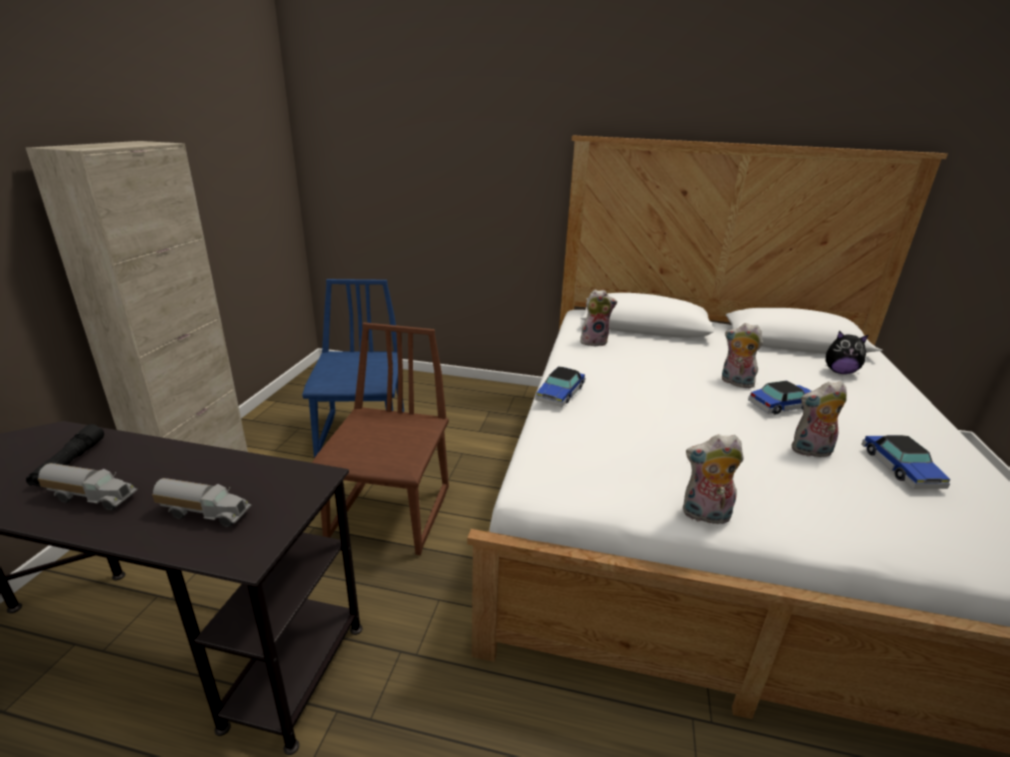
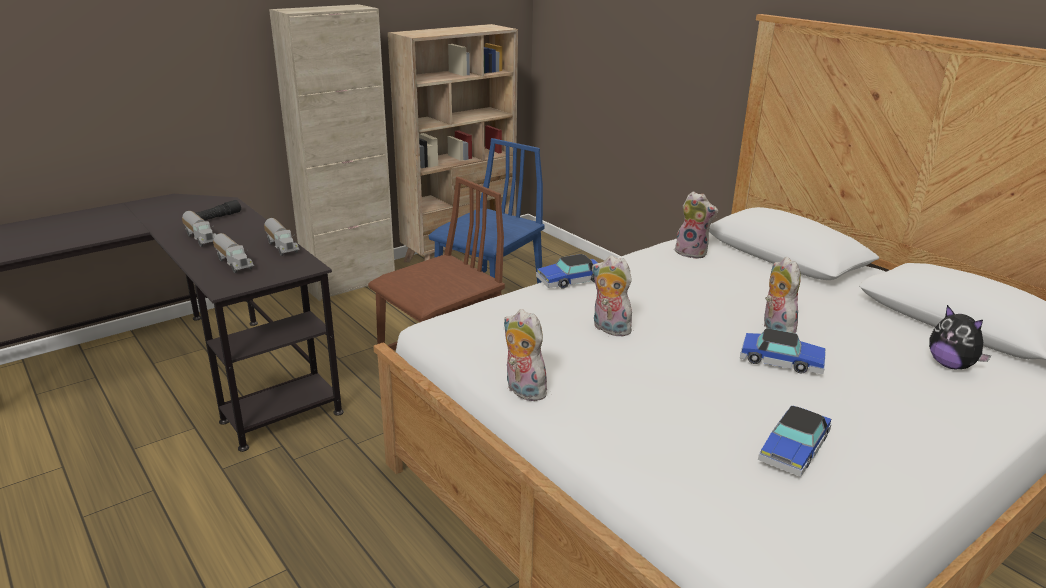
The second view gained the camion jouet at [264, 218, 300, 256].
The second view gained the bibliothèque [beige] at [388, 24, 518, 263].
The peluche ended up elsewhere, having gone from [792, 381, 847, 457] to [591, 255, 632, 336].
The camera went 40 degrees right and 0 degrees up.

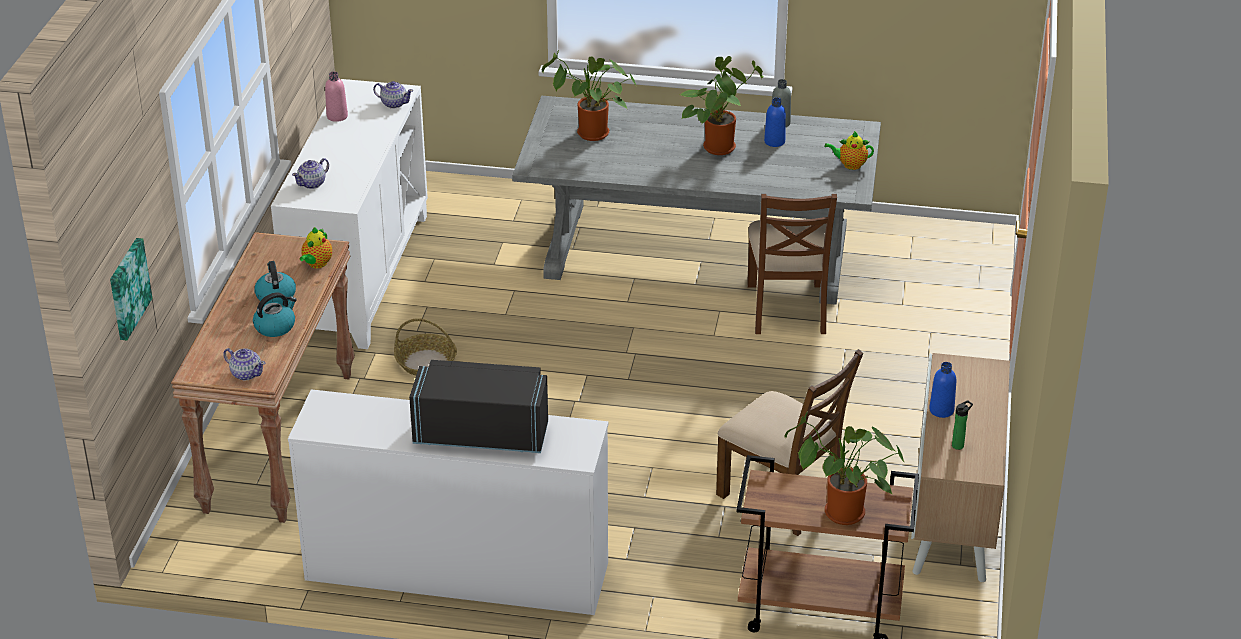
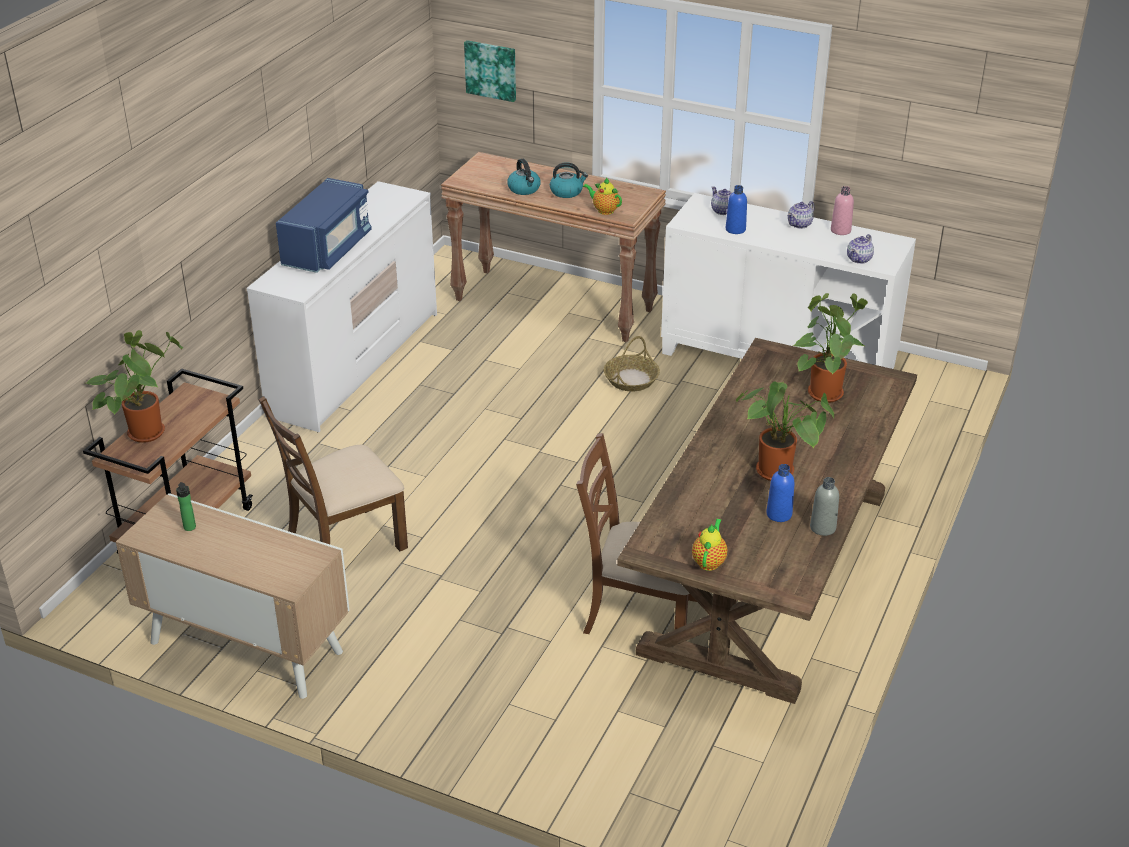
The théière ended up elsewhere, having gone from [223, 348, 265, 380] to [788, 201, 815, 229].
The bouteille [bleu] ended up elsewhere, having gone from [929, 362, 956, 418] to [726, 185, 747, 234].
What was the micro-ondes [noir] at [409, 360, 548, 453] turned into the micro-ondes [bleu] at [276, 178, 372, 273].
What was the table à manger [gris] at [512, 96, 881, 305] turned into the table à manger [marron] at [617, 338, 917, 704].
The camera went 105 degrees right and 0 degrees up.

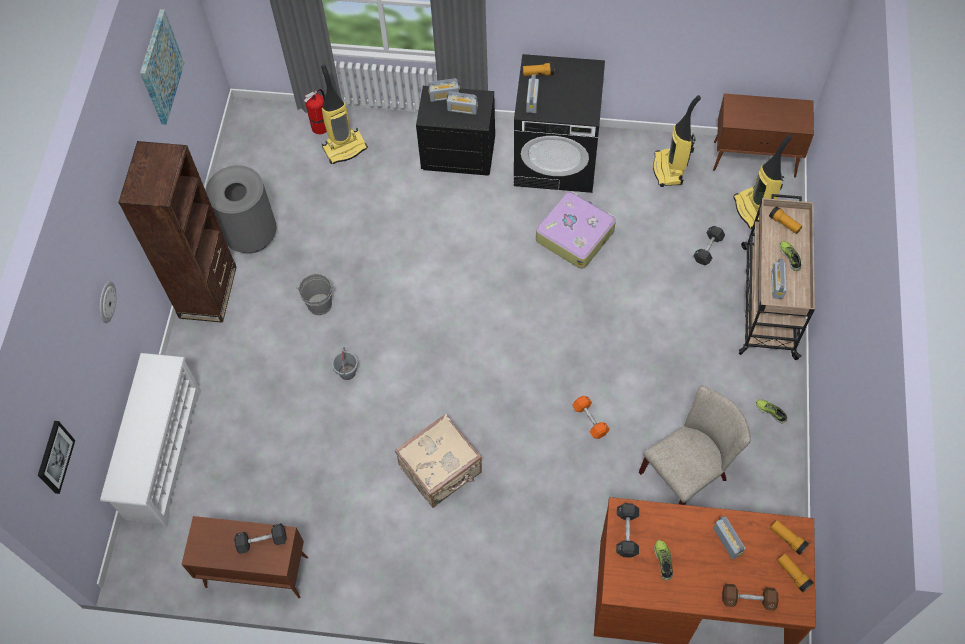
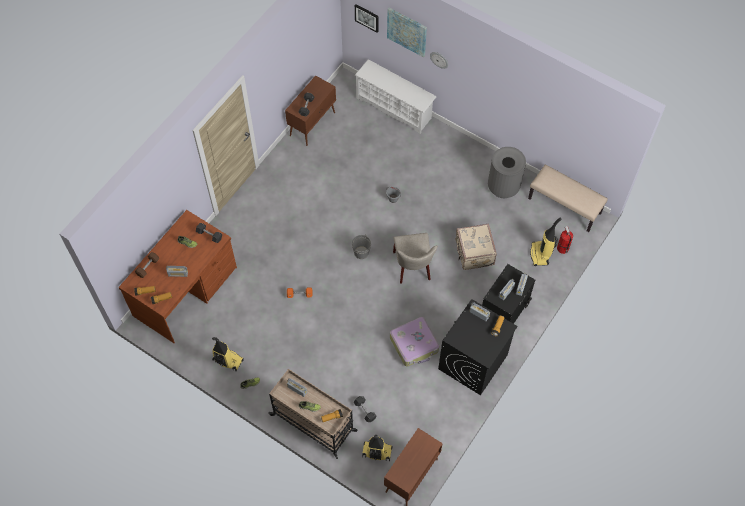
The second view lost the bibliothèque [marron] at [118, 141, 236, 323].
The second view gained the banc [beige] at [528, 165, 608, 232].
The tableau ended up elsewhere, having gone from [140, 9, 184, 125] to [387, 8, 427, 57].
The seau [gris] ended up elsewhere, having gone from [296, 273, 334, 315] to [352, 234, 371, 259].
The valise [beige] ended up elsewhere, having gone from [395, 414, 482, 508] to [456, 223, 497, 270].
The chaise [beige] ended up elsewhere, having gone from [639, 386, 751, 505] to [393, 233, 438, 284].
The aspirateur ended up elsewhere, having gone from [653, 95, 701, 187] to [212, 337, 244, 371].
The camera went 115 degrees right and 0 degrees up.

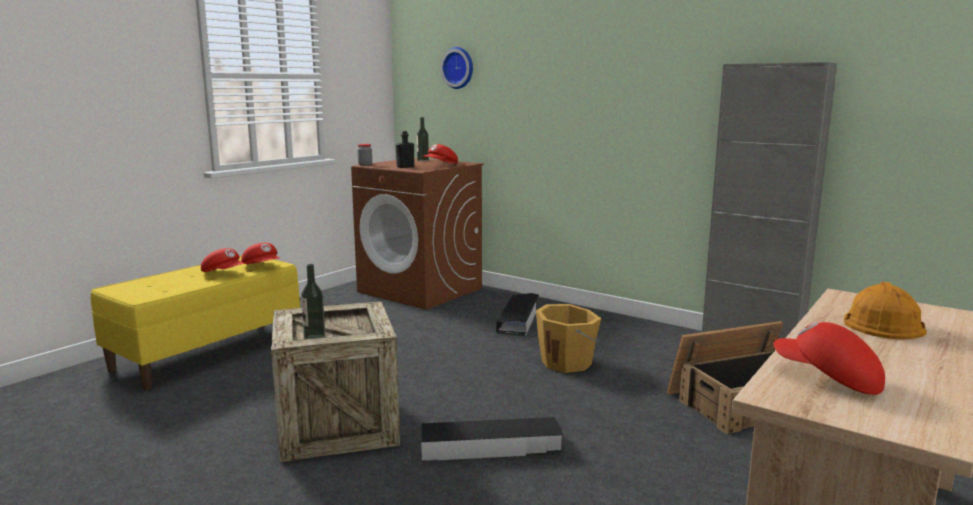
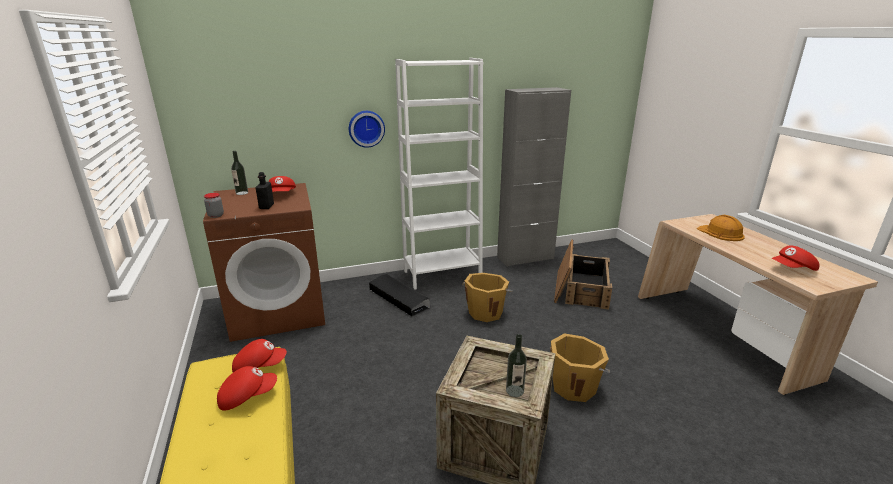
The second view gained the bibliothèque [blanc] at [395, 58, 484, 290].
The horloge murale ended up elsewhere, having gone from [440, 47, 473, 89] to [349, 111, 385, 148].
Where the boîte de rangement [noir] stood at [421, 417, 563, 461], the seau [orange] came to stand at [550, 333, 610, 402].
The camera went 55 degrees left and 10 degrees up.

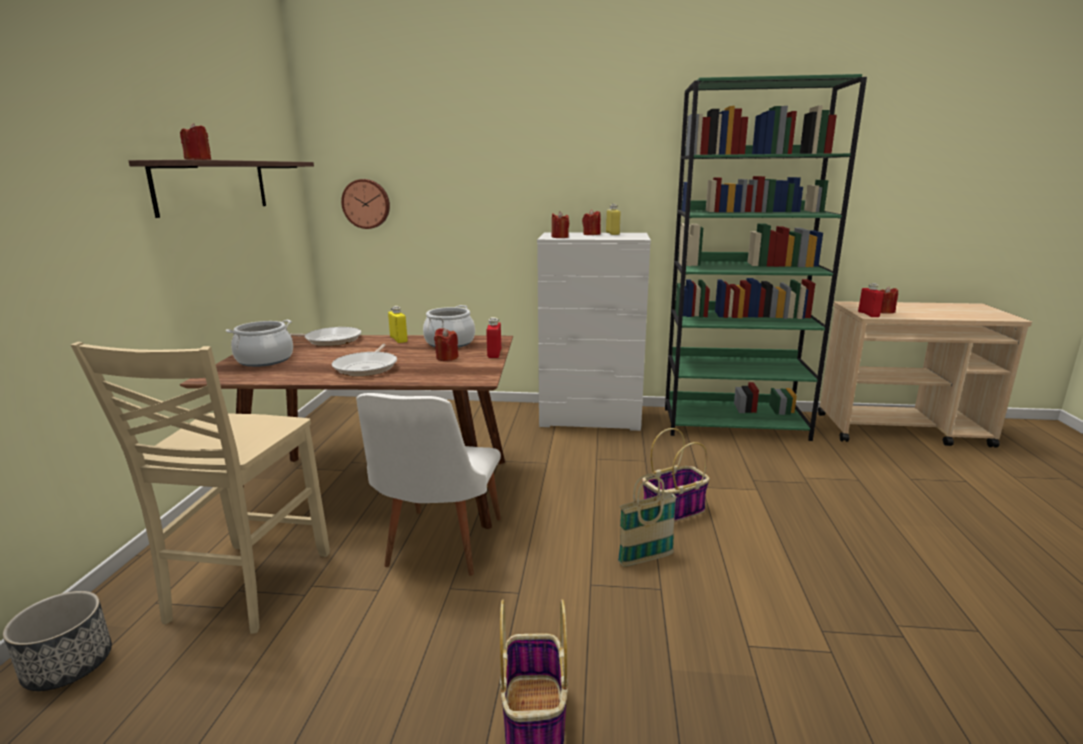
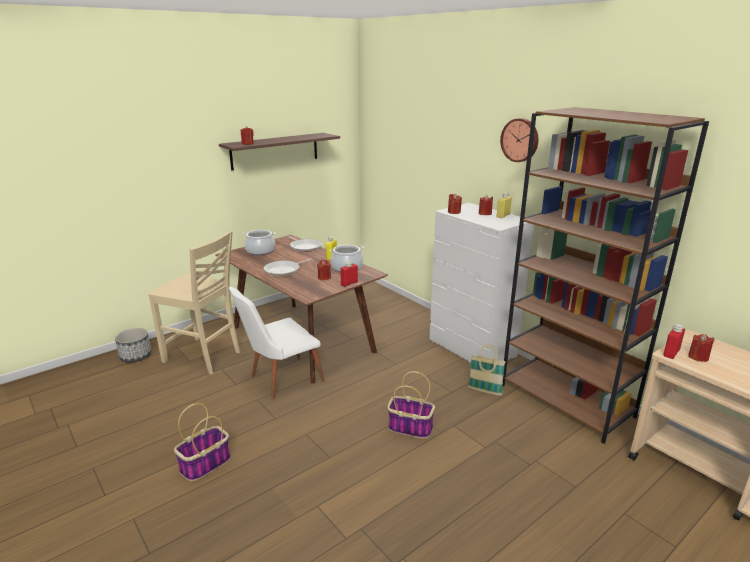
The horloge murale ended up elsewhere, having gone from [341, 179, 390, 229] to [500, 118, 538, 162].
The panier ended up elsewhere, having gone from [618, 473, 677, 567] to [468, 344, 505, 396].
What was the bibliothèque [vert] at [665, 74, 867, 441] turned into the bibliothèque [marron] at [503, 107, 709, 444].
The chaise [beige] at [71, 342, 330, 634] ended up facing another way, 120 degrees counterclockwise from before.
The camera went 45 degrees right and 5 degrees up.

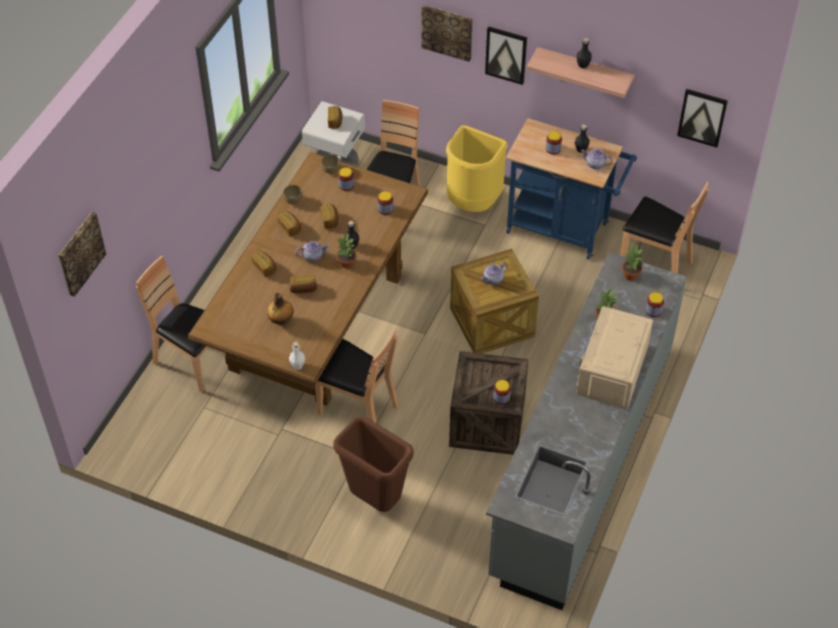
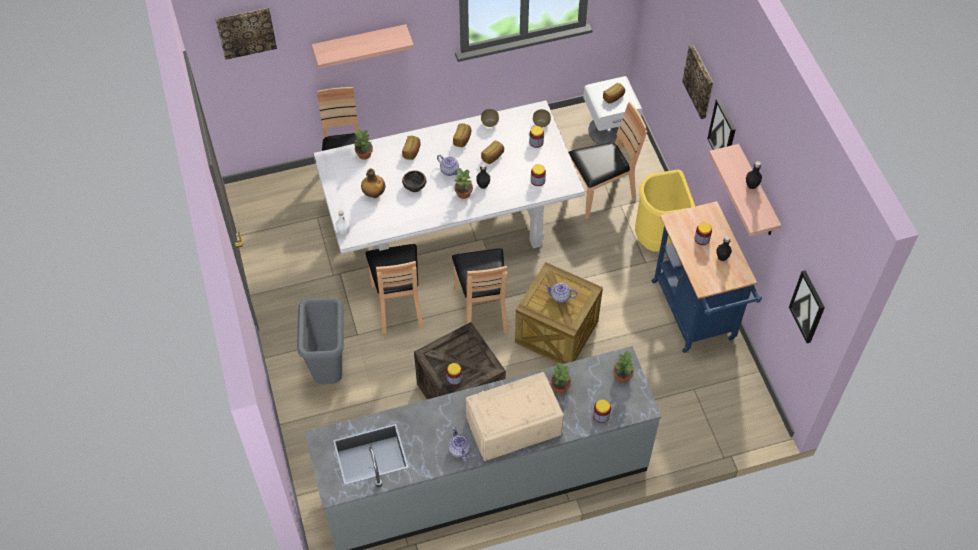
The second view gained the étagère at [312, 24, 414, 69].
The second view gained the plante en pot at [355, 129, 373, 160].
The théière ended up elsewhere, having gone from [581, 149, 613, 169] to [448, 427, 471, 462].
The chaise [marron] ended up elsewhere, having gone from [620, 182, 709, 274] to [452, 248, 508, 333].
Where the pain stood at [290, 275, 317, 293], the bol came to stand at [402, 171, 427, 192].
What was the table à manger [marron] at [188, 152, 428, 406] turned into the table à manger [blanc] at [313, 100, 585, 254].
What was the poubelle [marron] at [333, 416, 414, 512] turned into the poubelle [gris] at [297, 298, 344, 384].
The camera went 50 degrees right and 5 degrees up.

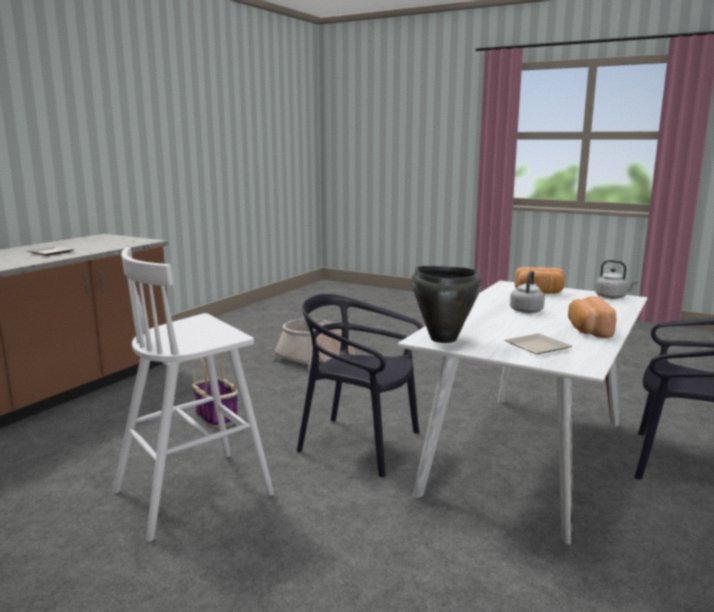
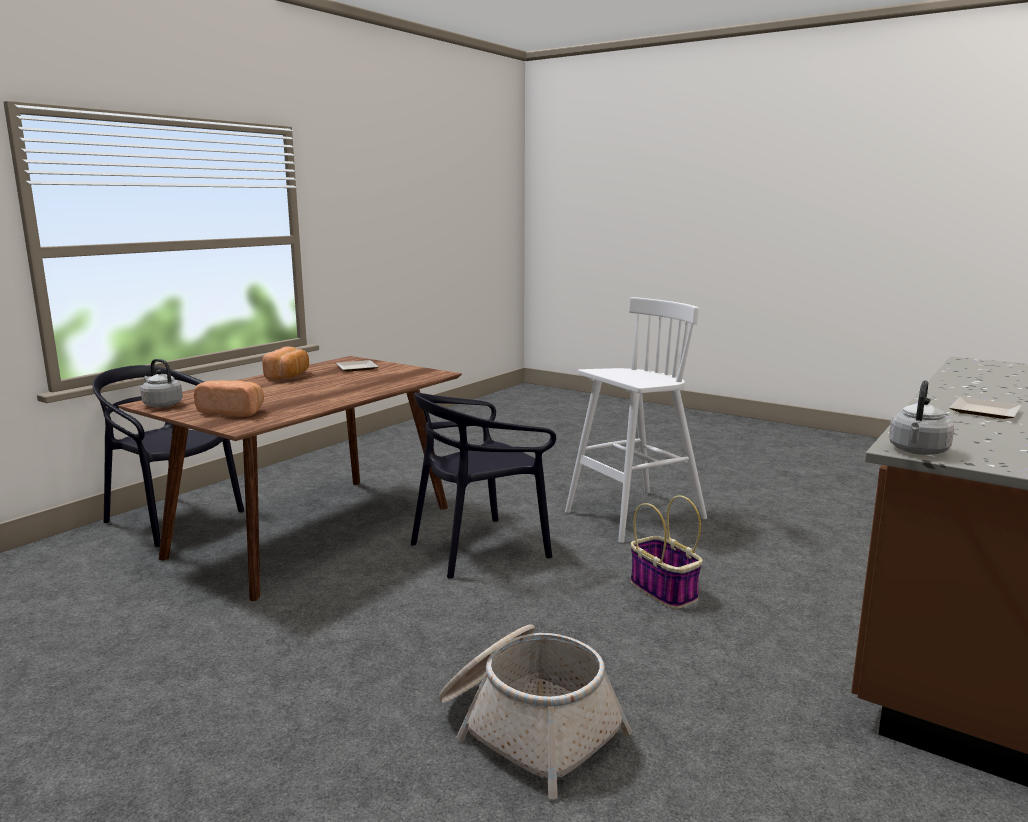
The second view lost the marmite [noir] at [411, 266, 481, 343].
The bouilloire [gris] ended up elsewhere, having gone from [510, 270, 545, 313] to [889, 380, 954, 455].
What was the table à manger [blanc] at [397, 281, 648, 544] turned into the table à manger [marron] at [118, 356, 462, 601].
The chaise [noir] at [297, 294, 423, 477] ended up facing another way, 120 degrees clockwise from before.
The camera went 175 degrees left and 0 degrees up.

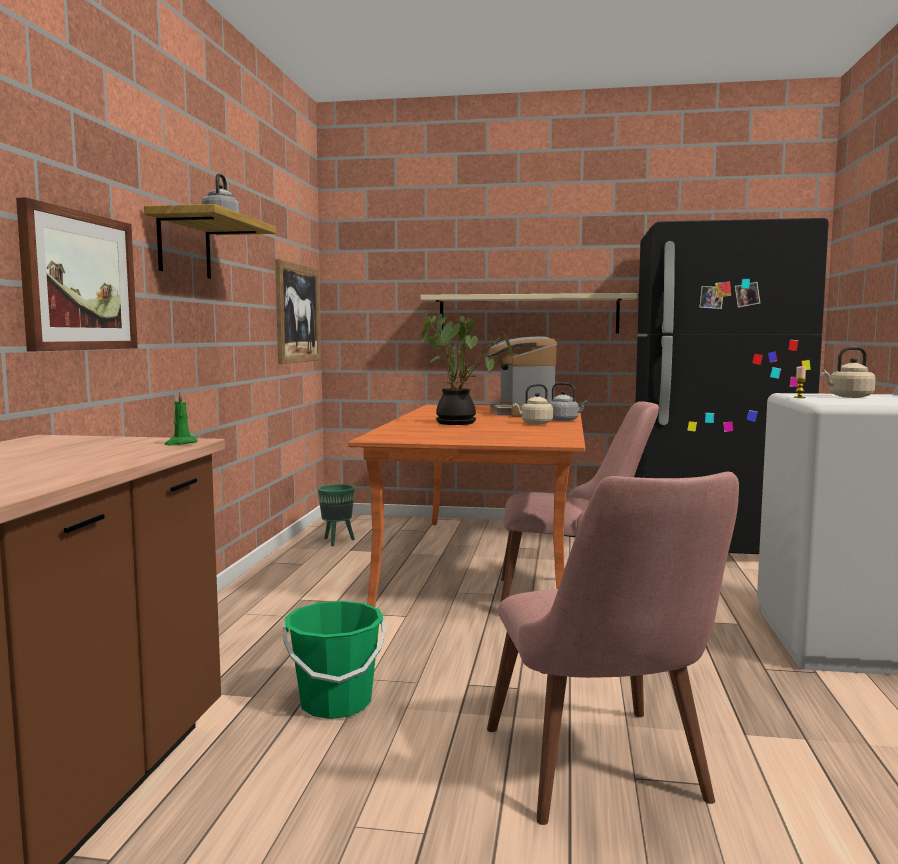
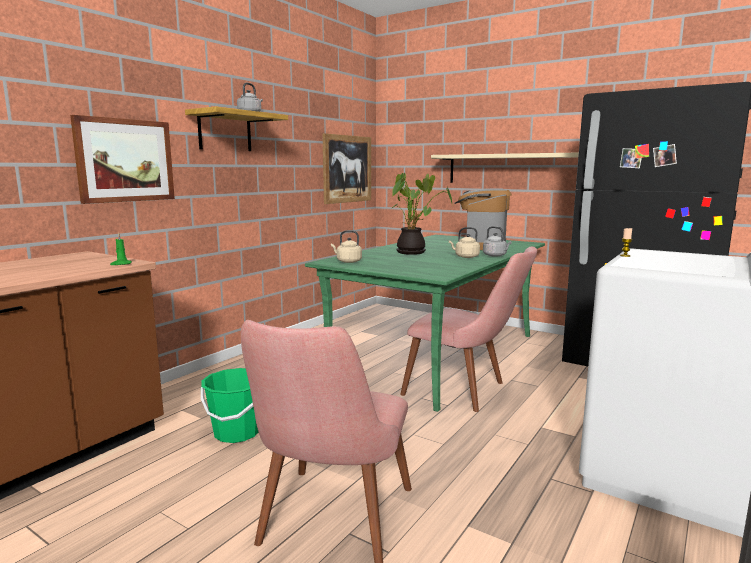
The second view lost the cache-pot [vert] at [318, 484, 355, 546].
The bouilloire [beige] ended up elsewhere, having gone from [821, 347, 876, 398] to [331, 230, 362, 263].
What was the table à manger [orange] at [348, 405, 585, 607] turned into the table à manger [vert] at [305, 235, 545, 412].
The camera went 25 degrees right and 5 degrees up.

